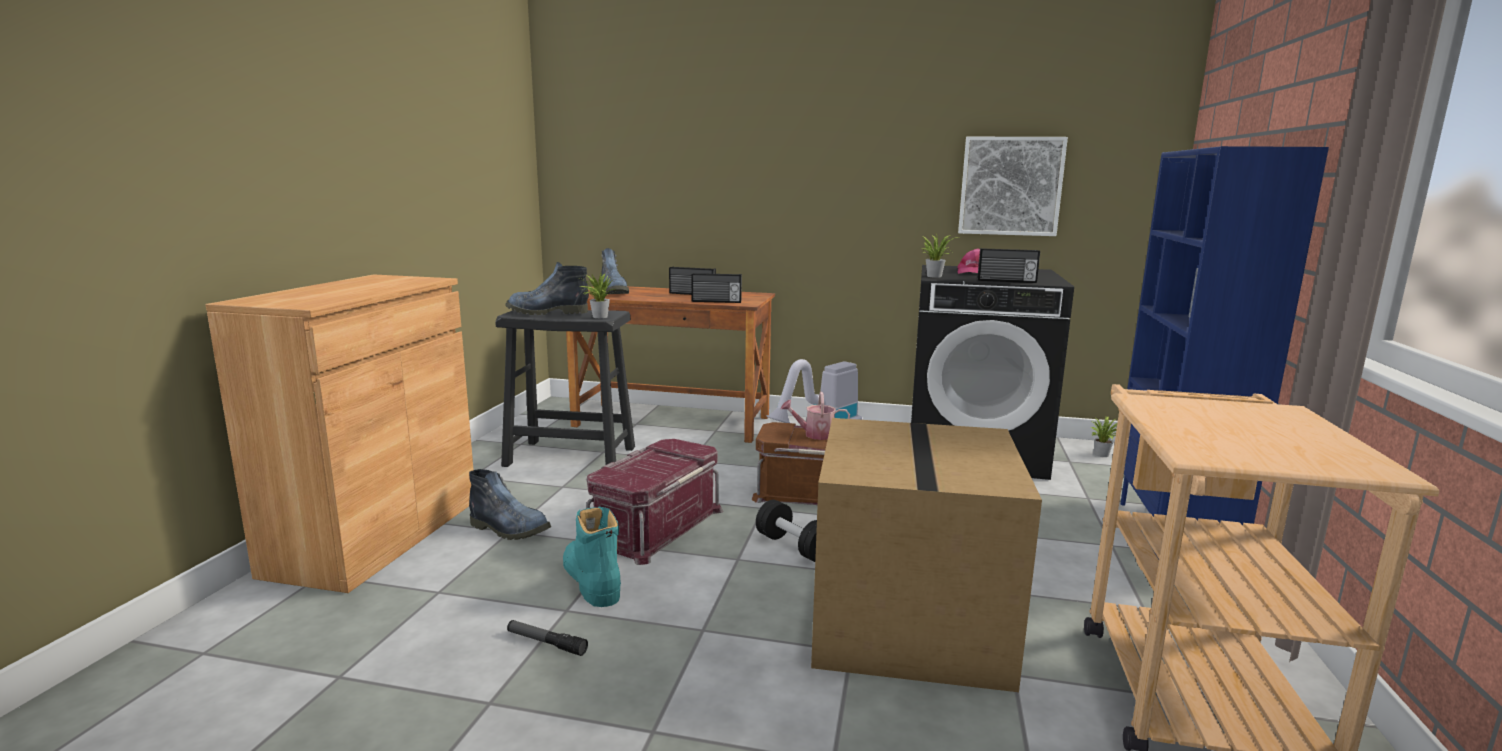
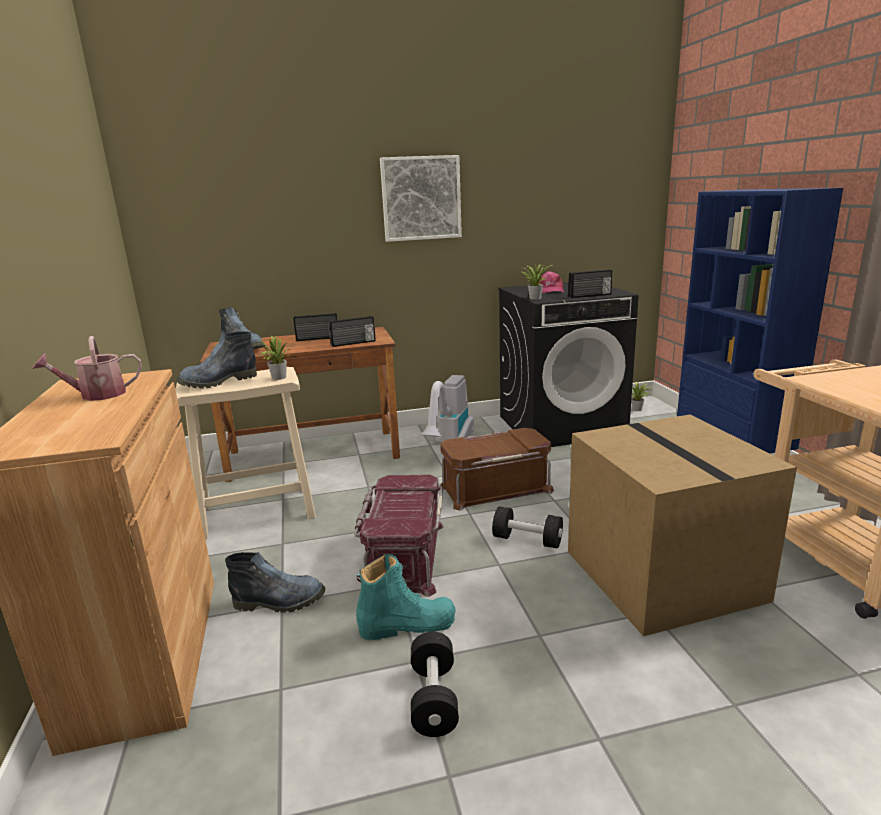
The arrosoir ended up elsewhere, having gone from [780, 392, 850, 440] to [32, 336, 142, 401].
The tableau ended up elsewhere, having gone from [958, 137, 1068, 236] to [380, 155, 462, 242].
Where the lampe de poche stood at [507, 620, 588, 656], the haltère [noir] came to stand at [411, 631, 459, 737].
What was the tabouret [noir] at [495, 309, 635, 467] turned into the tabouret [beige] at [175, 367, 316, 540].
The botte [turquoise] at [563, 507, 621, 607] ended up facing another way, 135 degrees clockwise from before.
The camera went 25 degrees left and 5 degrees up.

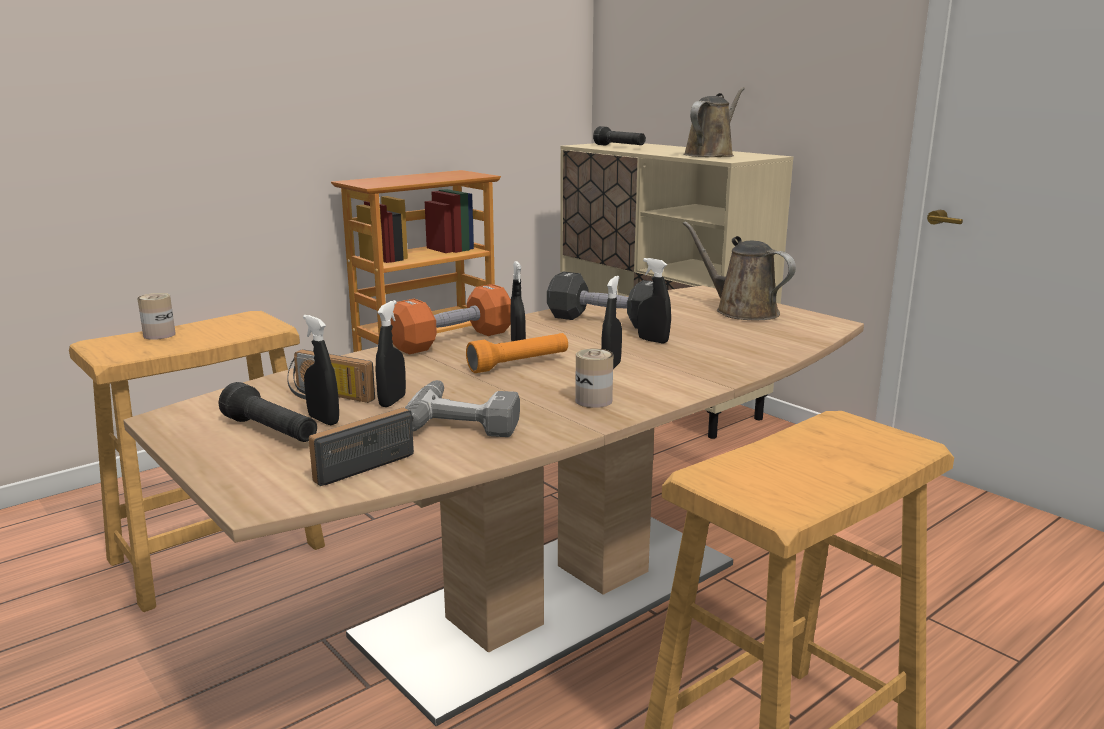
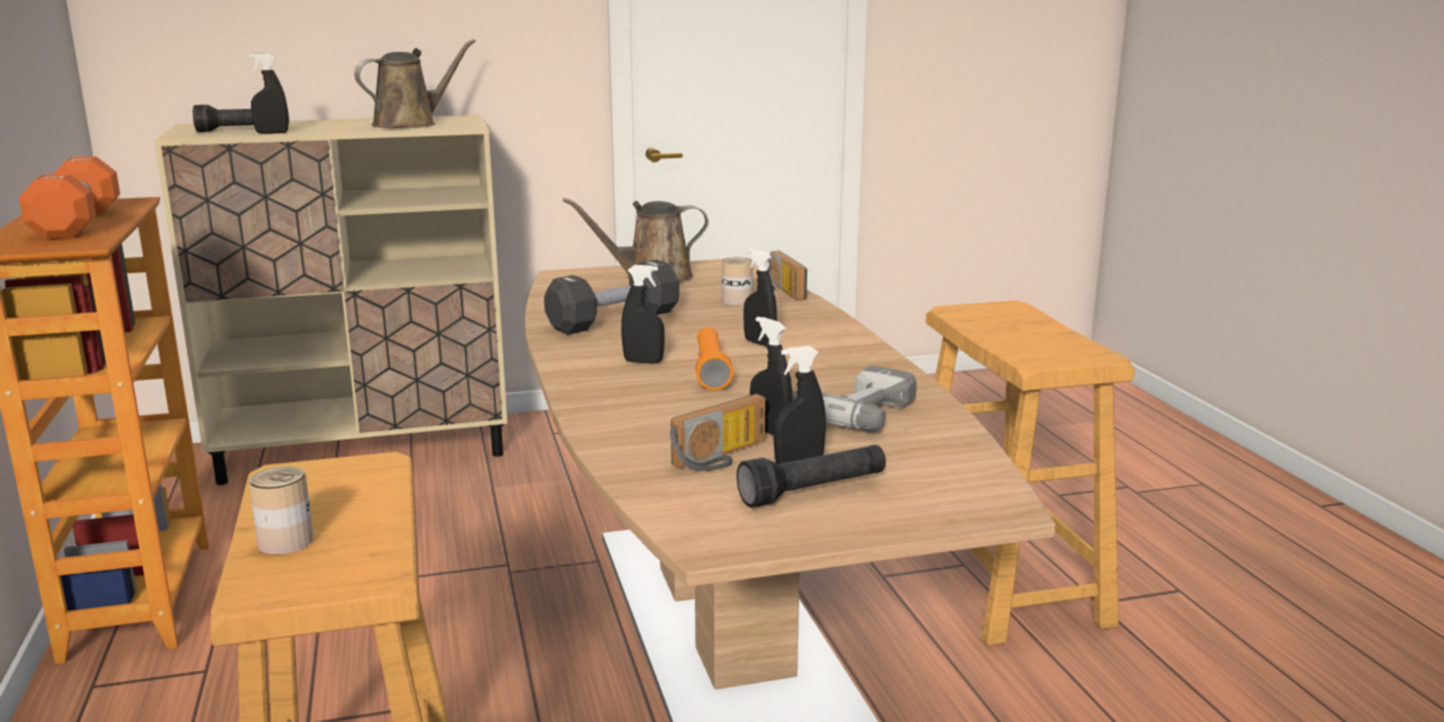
The radio ended up elsewhere, having gone from [309, 408, 414, 486] to [767, 251, 807, 301].
The haltère [orange] ended up elsewhere, having gone from [390, 284, 511, 354] to [19, 156, 120, 239].
The boîte métallique ended up elsewhere, having gone from [575, 348, 613, 408] to [722, 257, 753, 305].
The vaporisateur [noir] ended up elsewhere, having gone from [637, 258, 671, 343] to [249, 54, 288, 134].
The arrosoir [marron] at [684, 87, 745, 157] ended up facing another way, 75 degrees clockwise from before.
The camera went 65 degrees left and 0 degrees up.

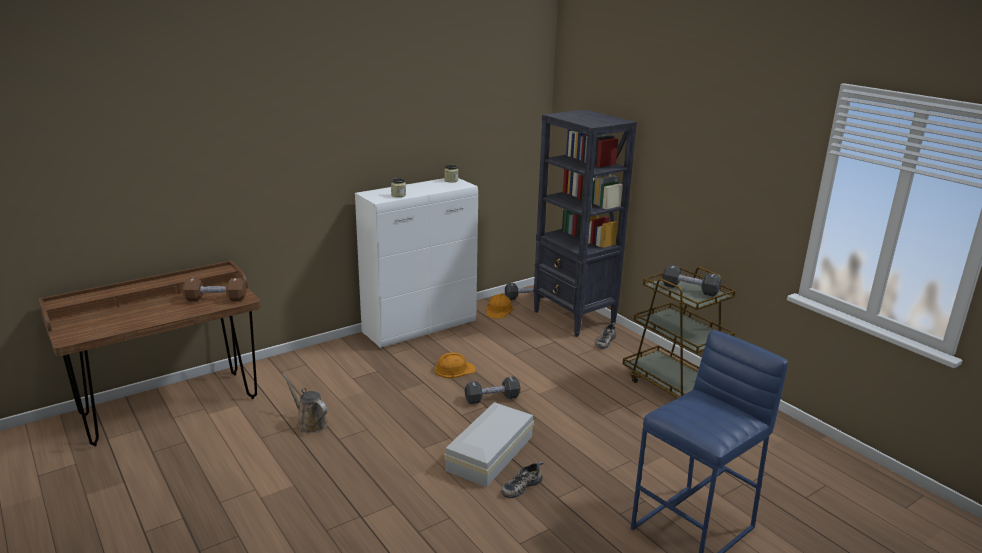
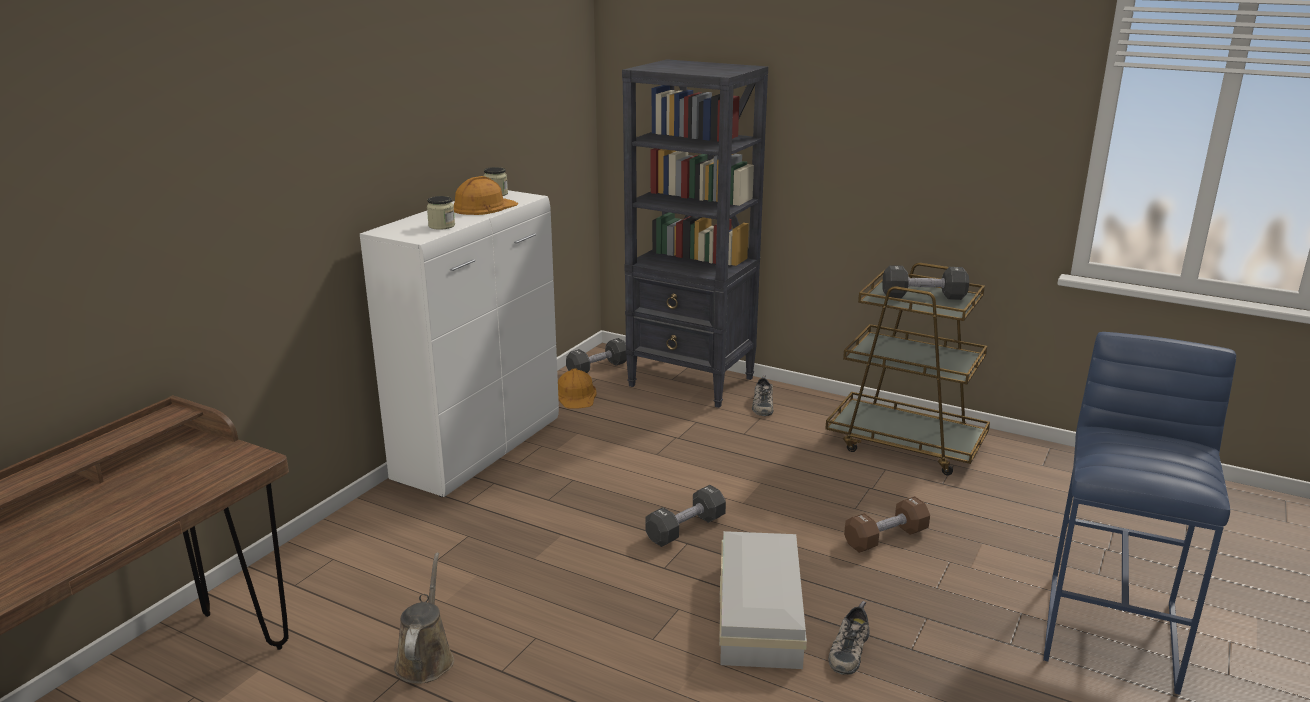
The haltère [marron] ended up elsewhere, having gone from [182, 278, 246, 301] to [844, 496, 930, 553].
The casque de chantier [orange] ended up elsewhere, having gone from [435, 353, 476, 378] to [454, 176, 519, 215].
The arrosoir [marron] at [283, 374, 328, 433] ended up facing another way, 75 degrees clockwise from before.
The camera went 25 degrees left and 0 degrees up.

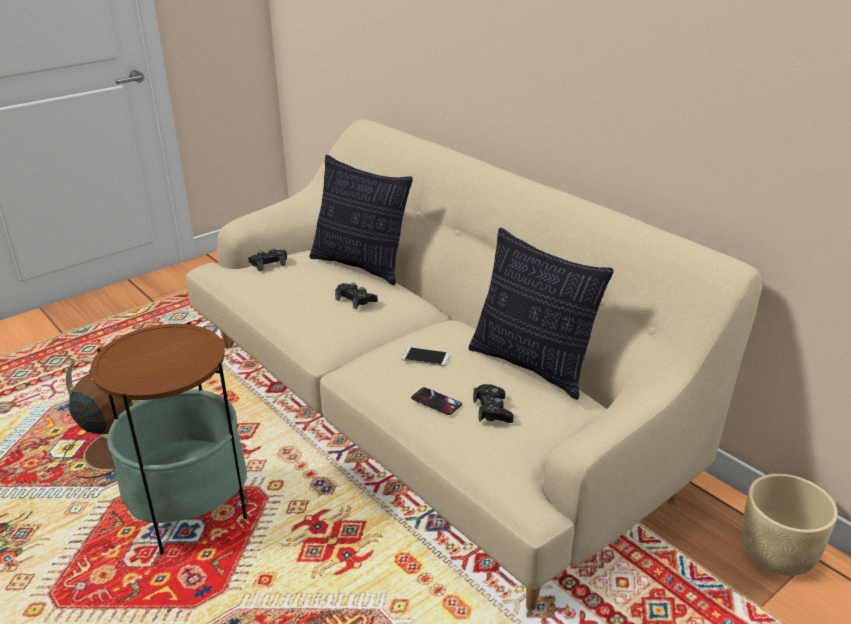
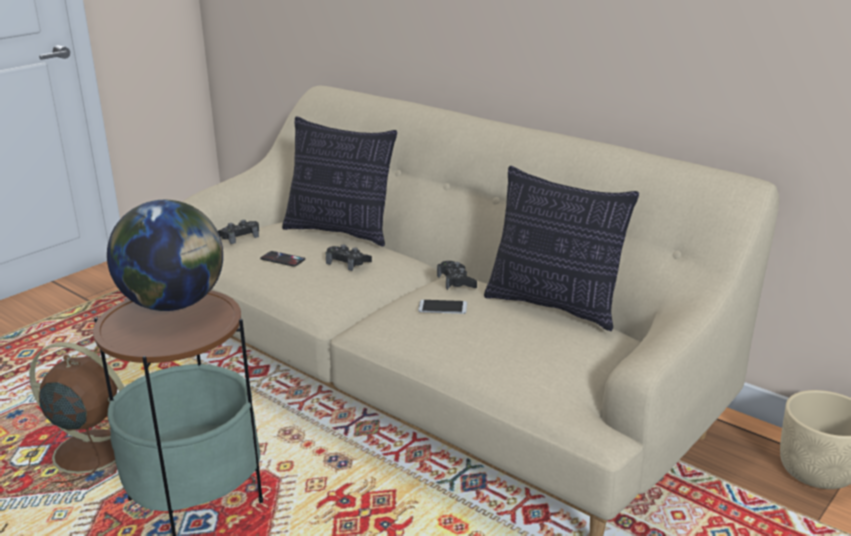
The second view gained the globe at [107, 200, 223, 311].
The téléphone ended up elsewhere, having gone from [411, 387, 462, 415] to [260, 251, 305, 267].
The manette [noir] ended up elsewhere, having gone from [473, 384, 514, 423] to [437, 261, 477, 290].
The camera went 10 degrees left and 5 degrees down.

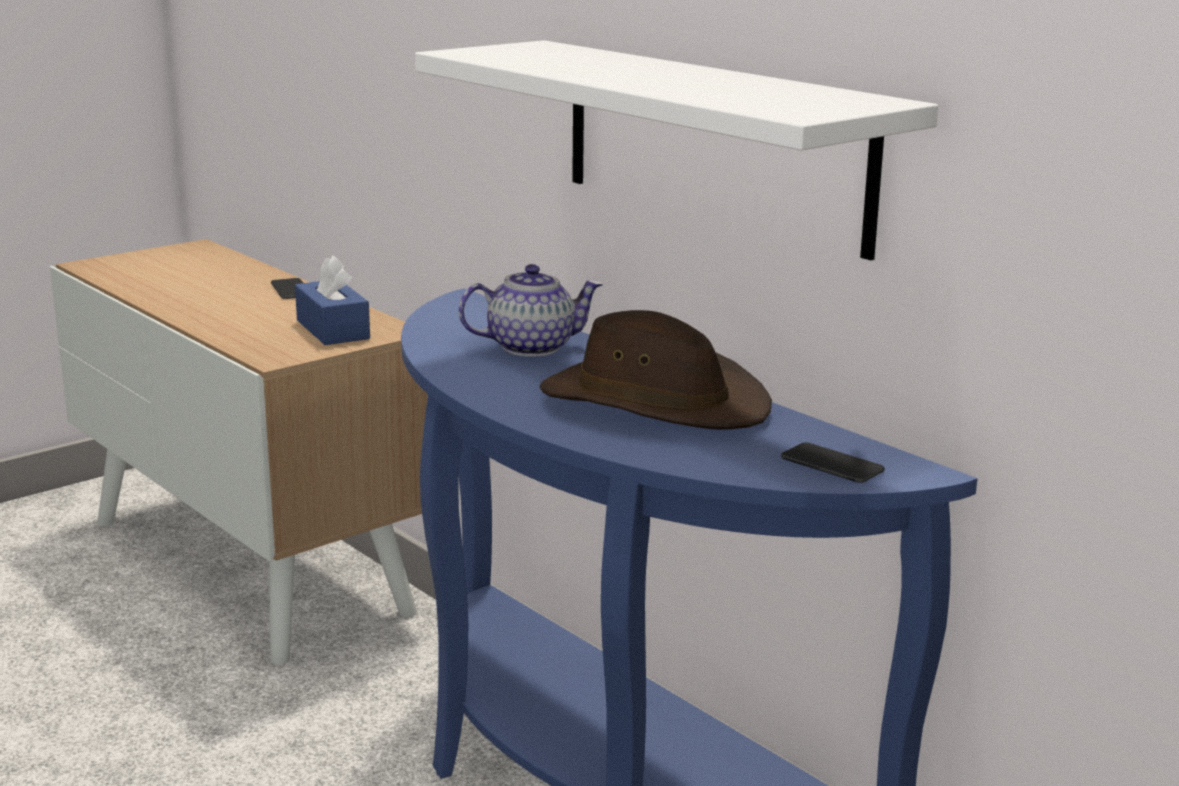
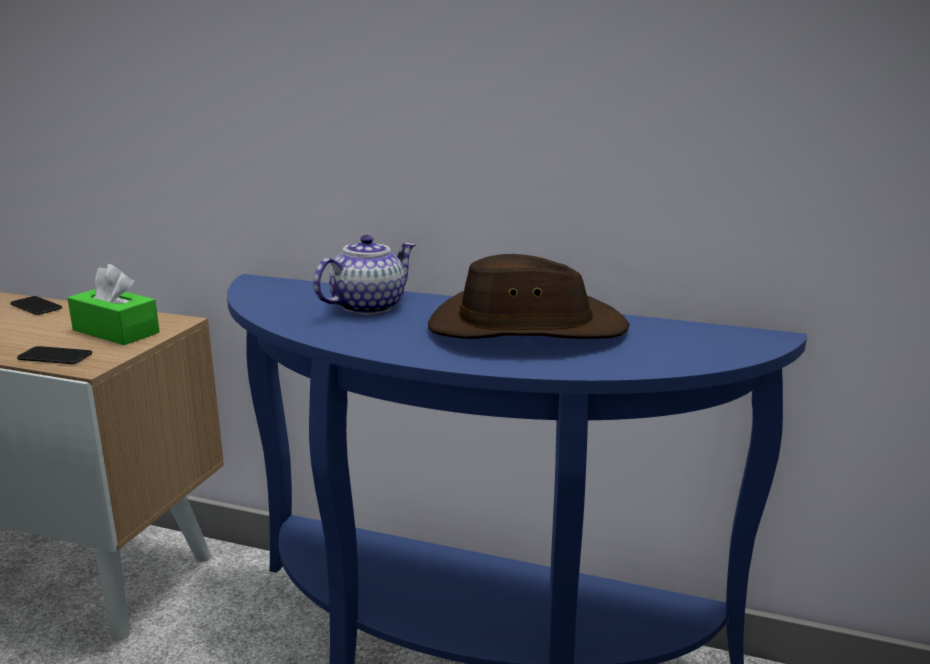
The second view lost the étagère [blanc] at [415, 40, 938, 260].
The téléphone ended up elsewhere, having gone from [781, 442, 885, 483] to [17, 346, 92, 364].
What was the boîte à mouchoirs [bleu] at [295, 255, 370, 345] turned into the boîte à mouchoirs [vert] at [67, 264, 160, 345].
The camera went 30 degrees left and 0 degrees up.

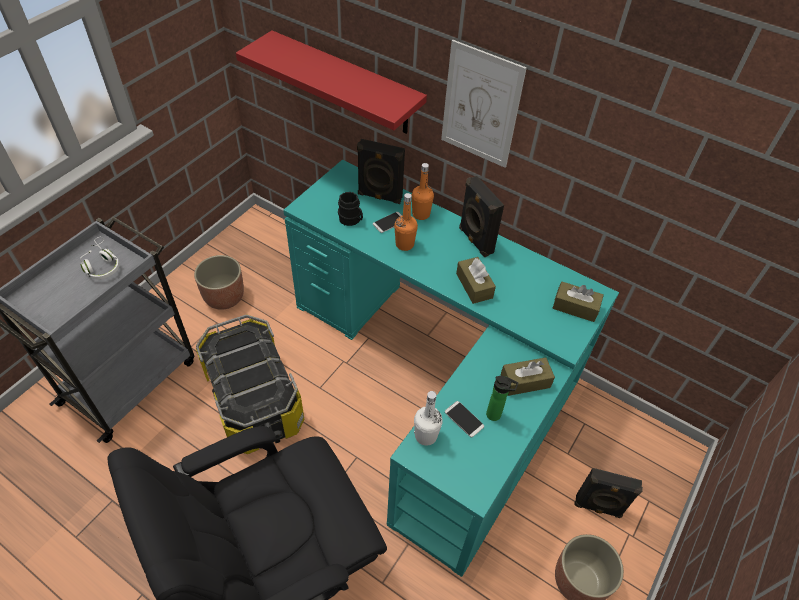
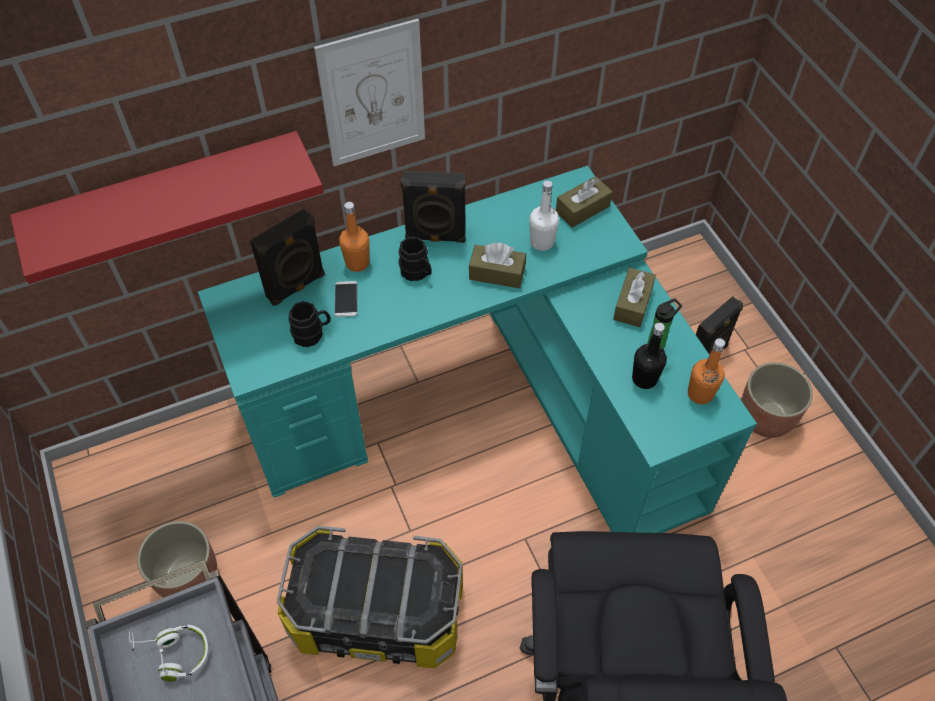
The second view gained the mug [noir] at [398, 237, 432, 281].
The bouteille [orange] ended up elsewhere, having gone from [394, 193, 418, 251] to [688, 338, 725, 404].
The bouteille [blanc] ended up elsewhere, having gone from [414, 391, 443, 446] to [529, 180, 559, 251].
Where the téléphone stood at [445, 401, 484, 437], the bouteille [noir] came to stand at [632, 323, 667, 389].
The camera went 55 degrees left and 5 degrees up.

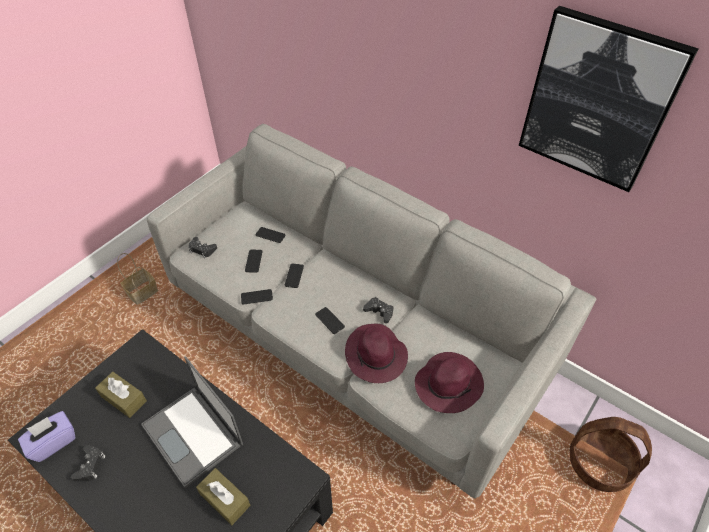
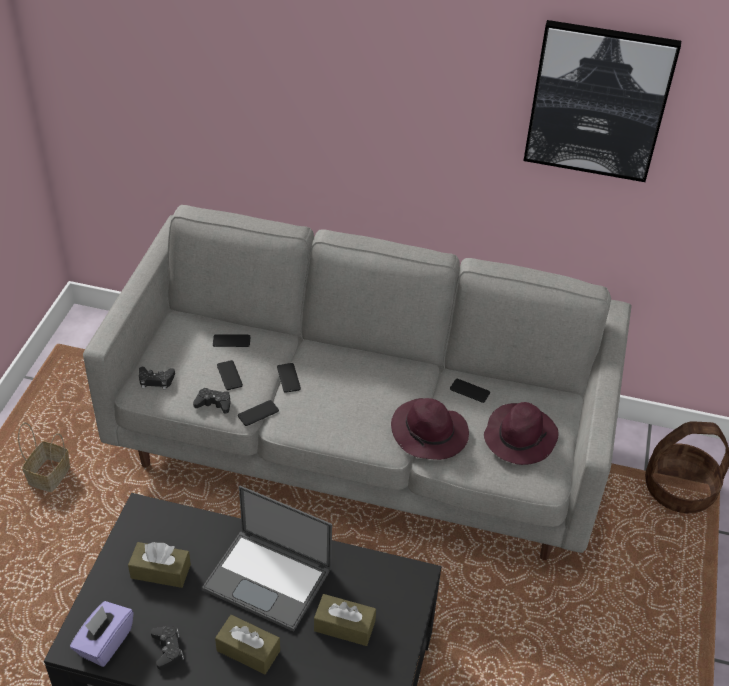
The second view gained the boîte à mouchoirs [marron] at [215, 615, 280, 674].
The téléphone ended up elsewhere, having gone from [315, 307, 345, 334] to [450, 379, 490, 403].
The manette [noir] ended up elsewhere, having gone from [363, 297, 393, 323] to [193, 388, 230, 414].
The camera went 25 degrees left and 5 degrees down.

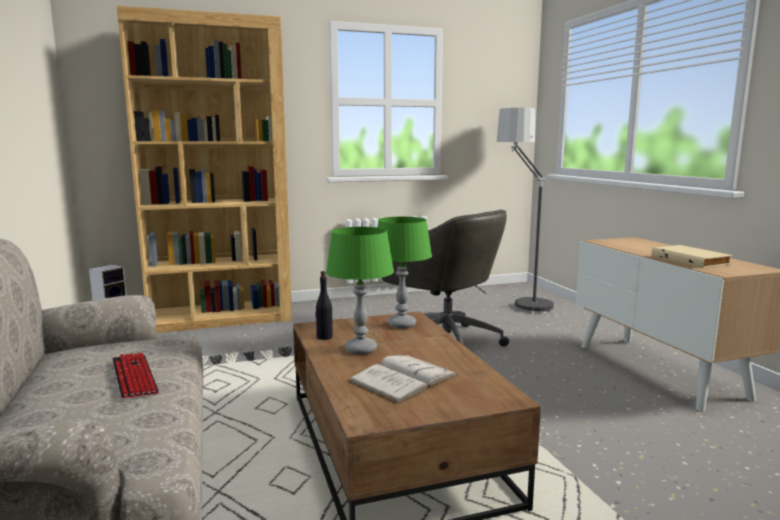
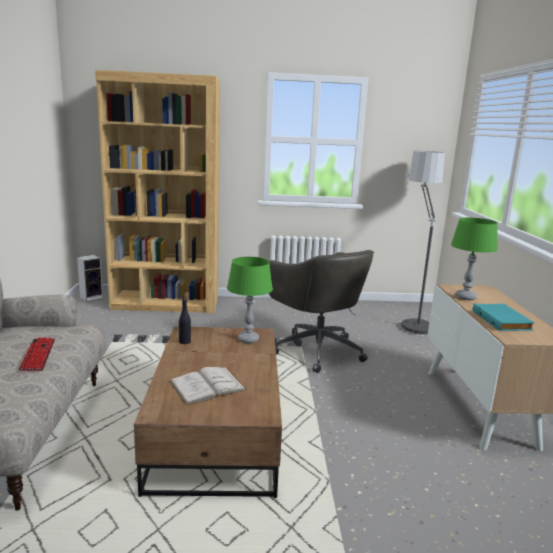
The lampe de table [vert] ended up elsewhere, having gone from [326, 227, 394, 355] to [451, 217, 498, 300].
What was the livre [beige] at [651, 245, 733, 268] turned into the livre [turquoise] at [473, 303, 535, 331].
The camera went 15 degrees right and 5 degrees up.

